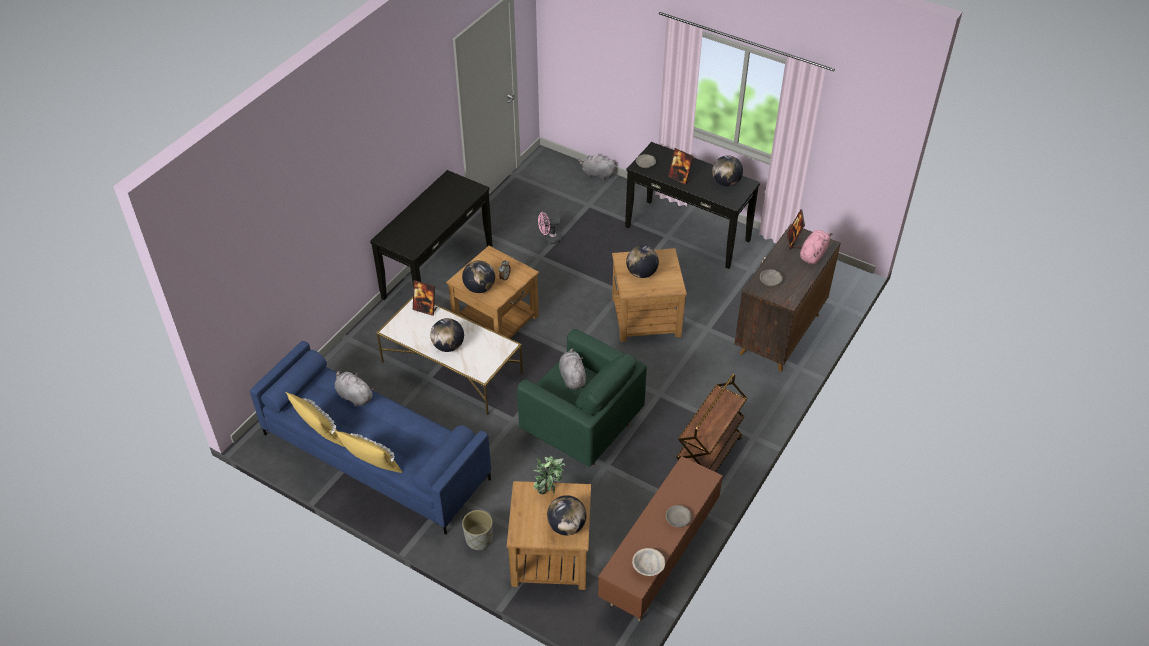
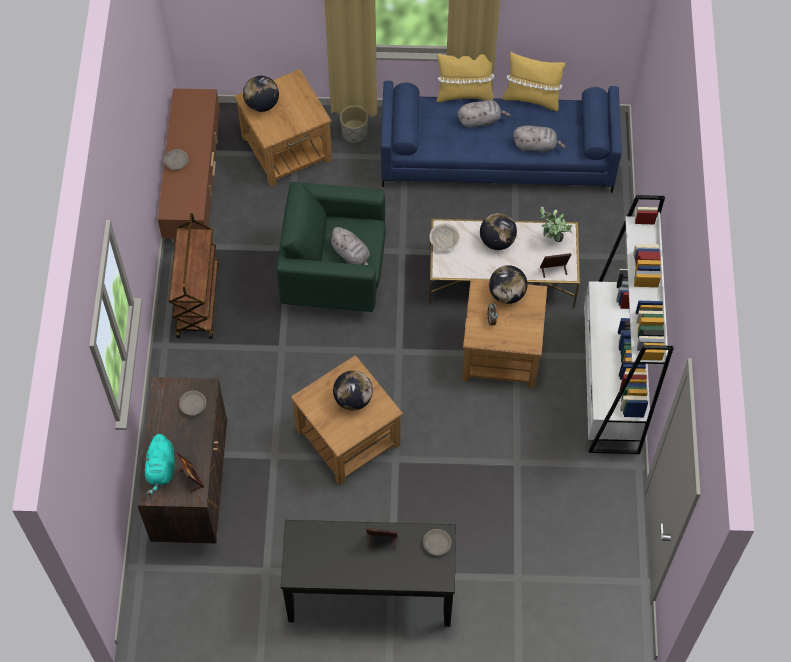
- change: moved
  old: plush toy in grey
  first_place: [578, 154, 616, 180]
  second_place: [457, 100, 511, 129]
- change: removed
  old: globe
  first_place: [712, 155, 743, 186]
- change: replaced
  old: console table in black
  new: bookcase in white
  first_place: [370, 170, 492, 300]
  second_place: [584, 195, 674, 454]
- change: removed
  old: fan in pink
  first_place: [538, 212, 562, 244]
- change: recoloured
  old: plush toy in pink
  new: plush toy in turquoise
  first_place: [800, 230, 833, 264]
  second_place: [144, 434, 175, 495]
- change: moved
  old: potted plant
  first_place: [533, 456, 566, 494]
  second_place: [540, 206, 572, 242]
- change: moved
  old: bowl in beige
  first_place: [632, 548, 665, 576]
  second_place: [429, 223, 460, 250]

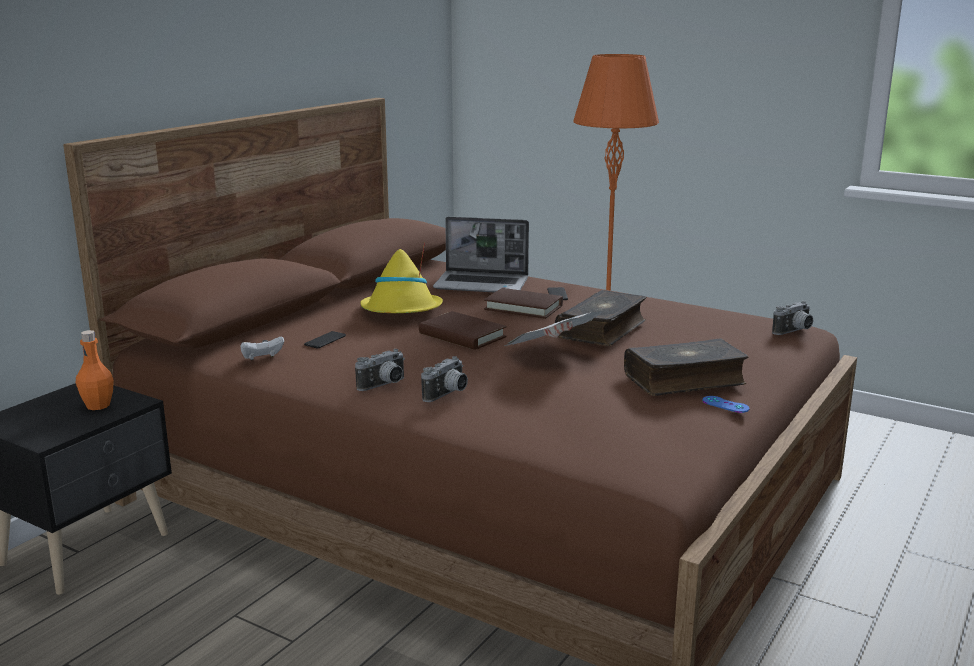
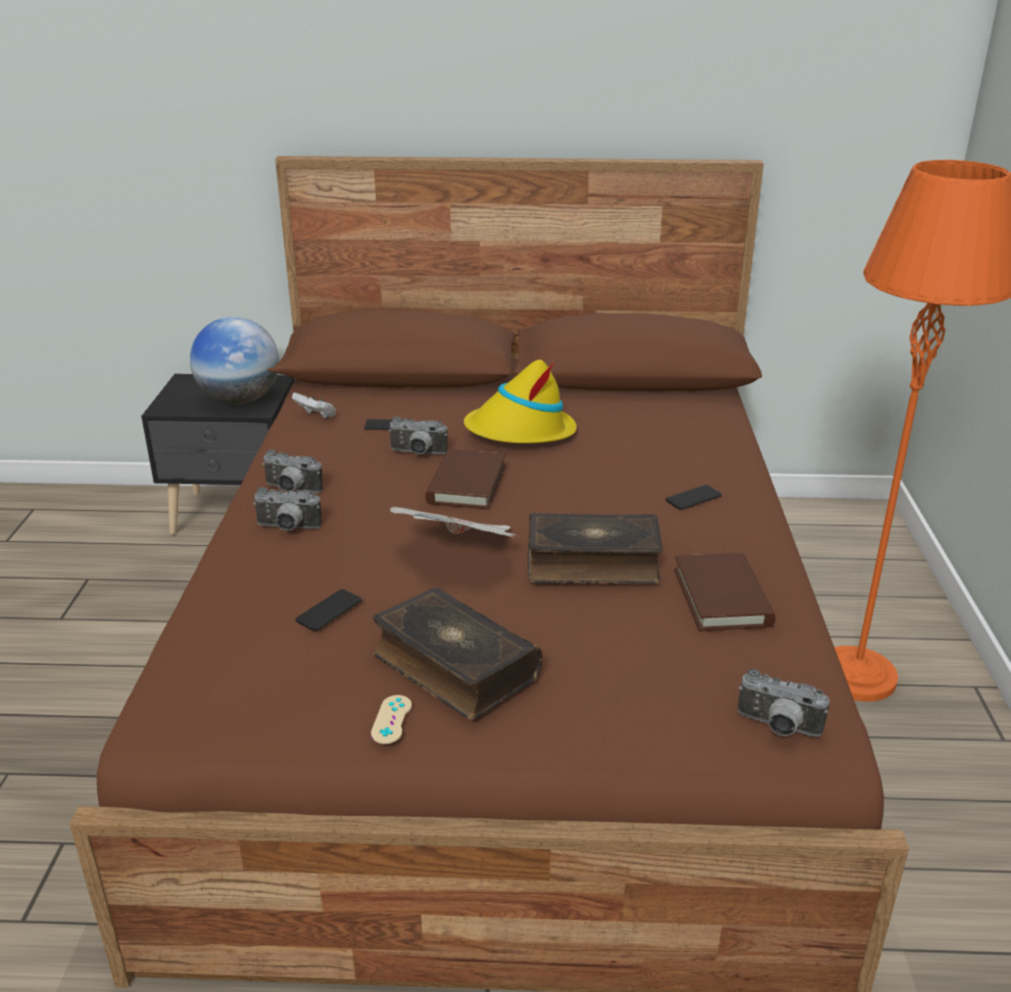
- change: removed
  old: laptop
  first_place: [433, 217, 529, 293]
- change: moved
  old: book in brown
  first_place: [484, 288, 563, 319]
  second_place: [674, 553, 776, 631]
- change: replaced
  old: bottle in orange
  new: globe
  first_place: [76, 330, 114, 410]
  second_place: [190, 317, 279, 404]
- change: recoloured
  old: game controller in blue
  new: game controller in beige
  first_place: [702, 396, 750, 413]
  second_place: [371, 695, 412, 744]
- change: added
  new: photo camera
  second_place: [389, 417, 448, 454]
- change: added
  new: phone
  second_place: [296, 589, 362, 631]

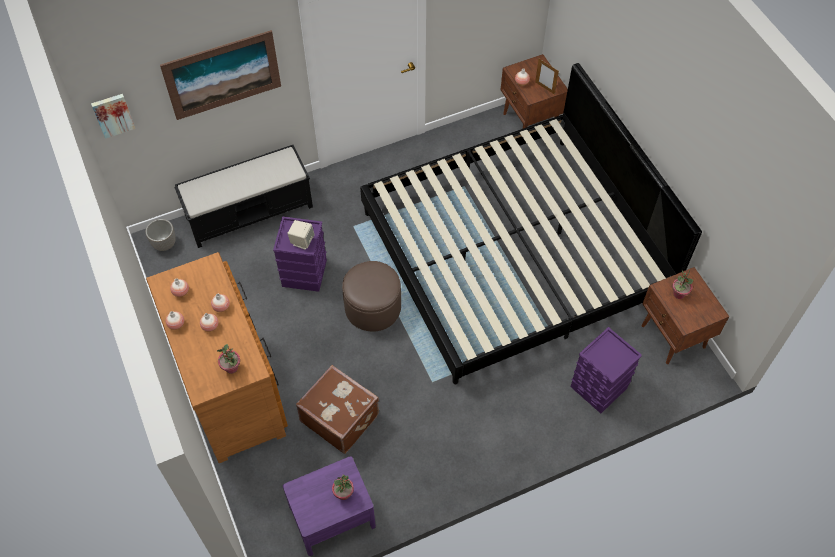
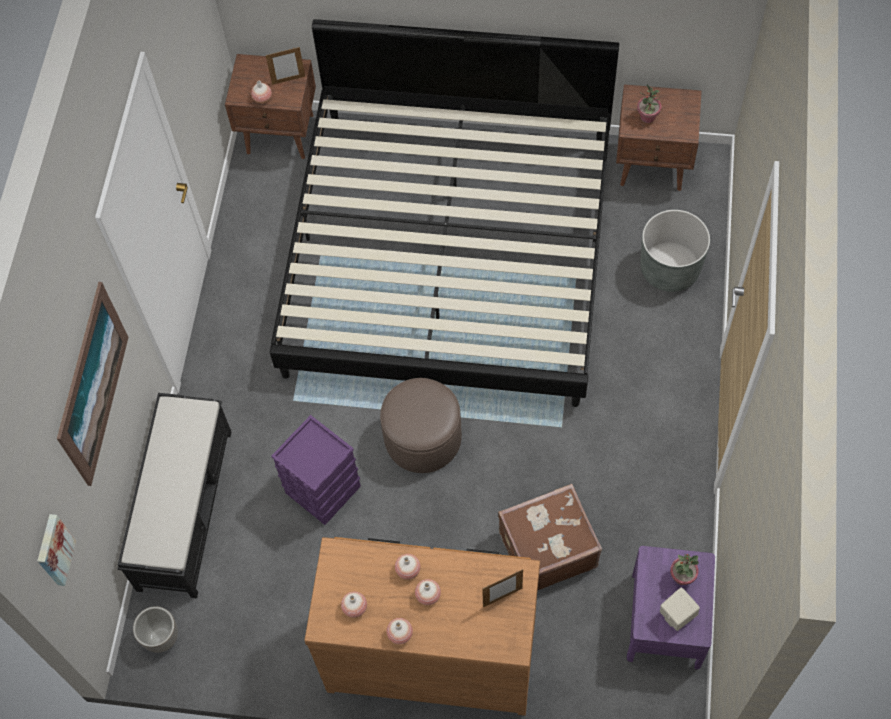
- change: moved
  old: speaker in beige
  first_place: [288, 220, 315, 250]
  second_place: [660, 587, 700, 631]
- change: replaced
  old: storage box in purple
  new: planter in grey
  first_place: [571, 327, 642, 413]
  second_place: [640, 210, 710, 292]
- change: replaced
  old: potted plant
  new: picture frame
  first_place: [217, 344, 240, 374]
  second_place: [482, 569, 523, 607]

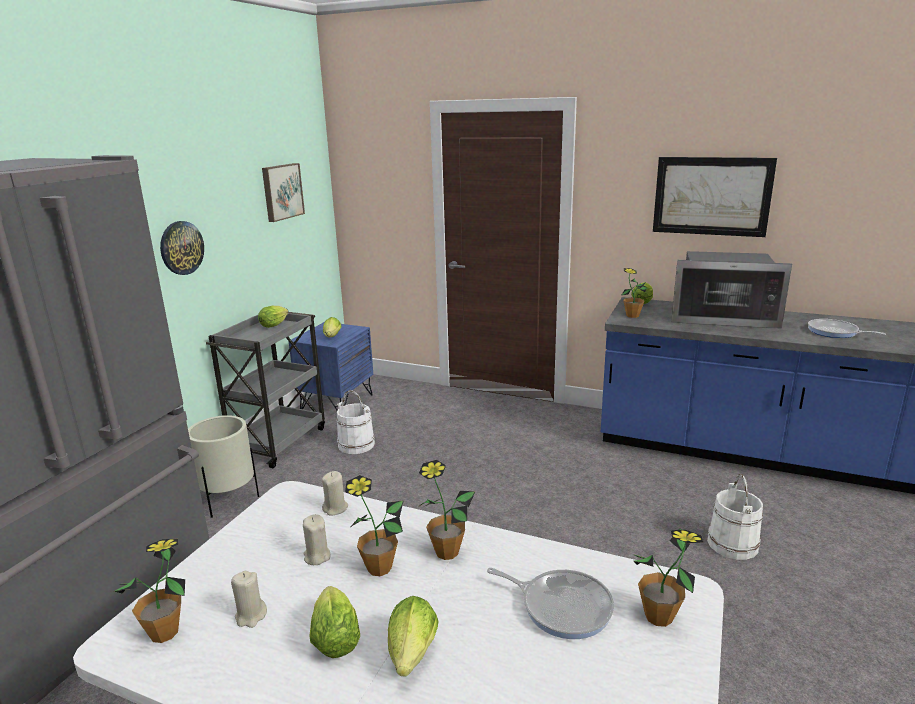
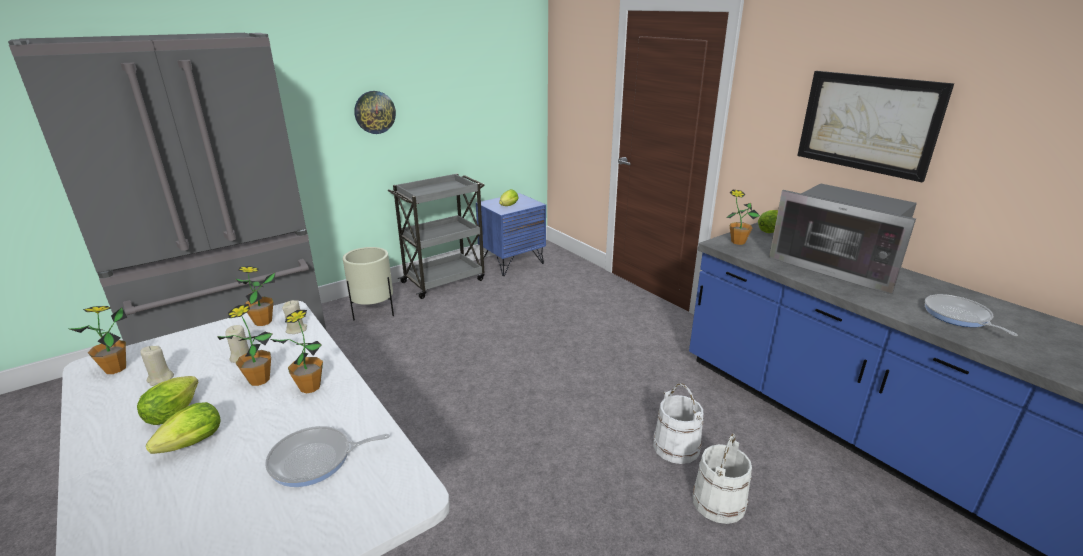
- change: removed
  old: picture
  first_place: [262, 163, 305, 222]
- change: removed
  old: lettuce
  first_place: [258, 306, 288, 328]
- change: moved
  old: bucket in white
  first_place: [337, 390, 375, 454]
  second_place: [653, 383, 703, 464]
- change: moved
  old: potted plant
  first_place: [633, 529, 703, 627]
  second_place: [235, 266, 275, 326]
- change: turned
  old: frying pan
  first_place: [487, 568, 614, 639]
  second_place: [265, 426, 389, 487]
  degrees: 105

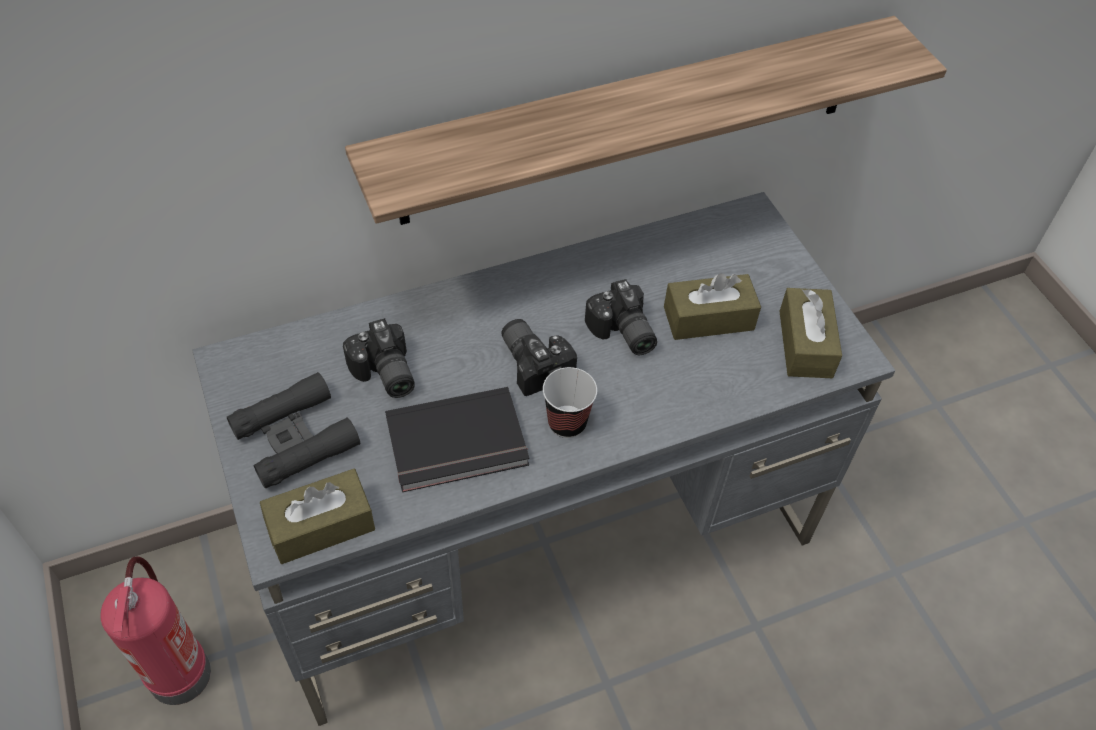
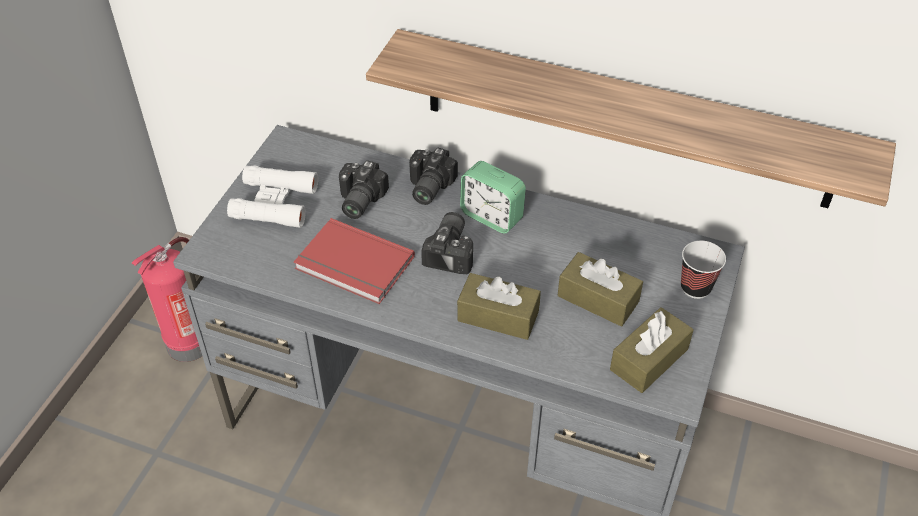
- change: moved
  old: photo camera
  first_place: [585, 279, 657, 355]
  second_place: [409, 147, 458, 205]
- change: moved
  old: cup
  first_place: [543, 367, 597, 438]
  second_place: [681, 241, 726, 299]
- change: recoloured
  old: binoculars in black
  new: binoculars in white
  first_place: [227, 372, 360, 489]
  second_place: [227, 166, 318, 228]
- change: recoloured
  old: book in black
  new: book in red
  first_place: [385, 387, 530, 492]
  second_place: [294, 218, 415, 304]
- change: moved
  old: tissue box in brown
  first_place: [260, 469, 375, 564]
  second_place: [457, 273, 541, 340]
- change: added
  new: alarm clock
  second_place: [460, 161, 526, 234]

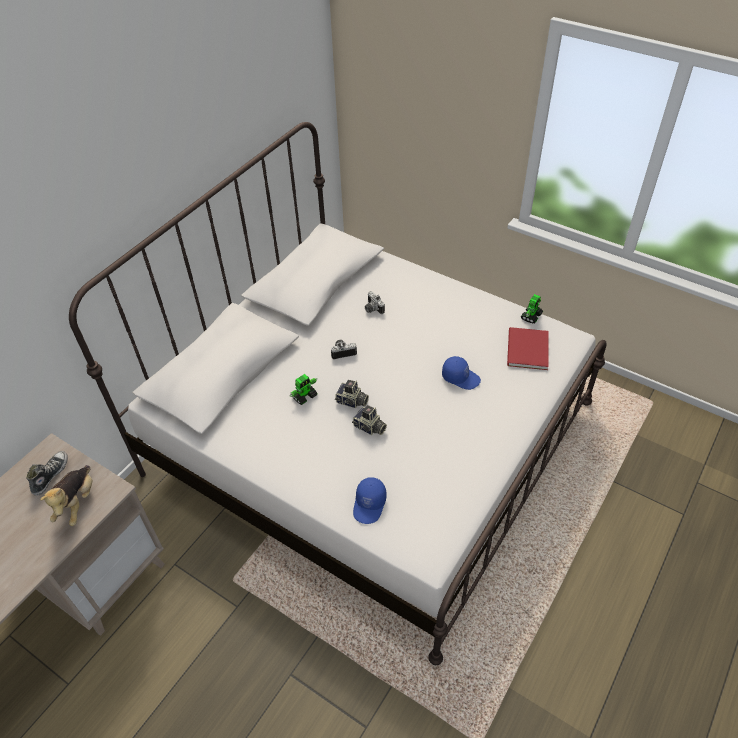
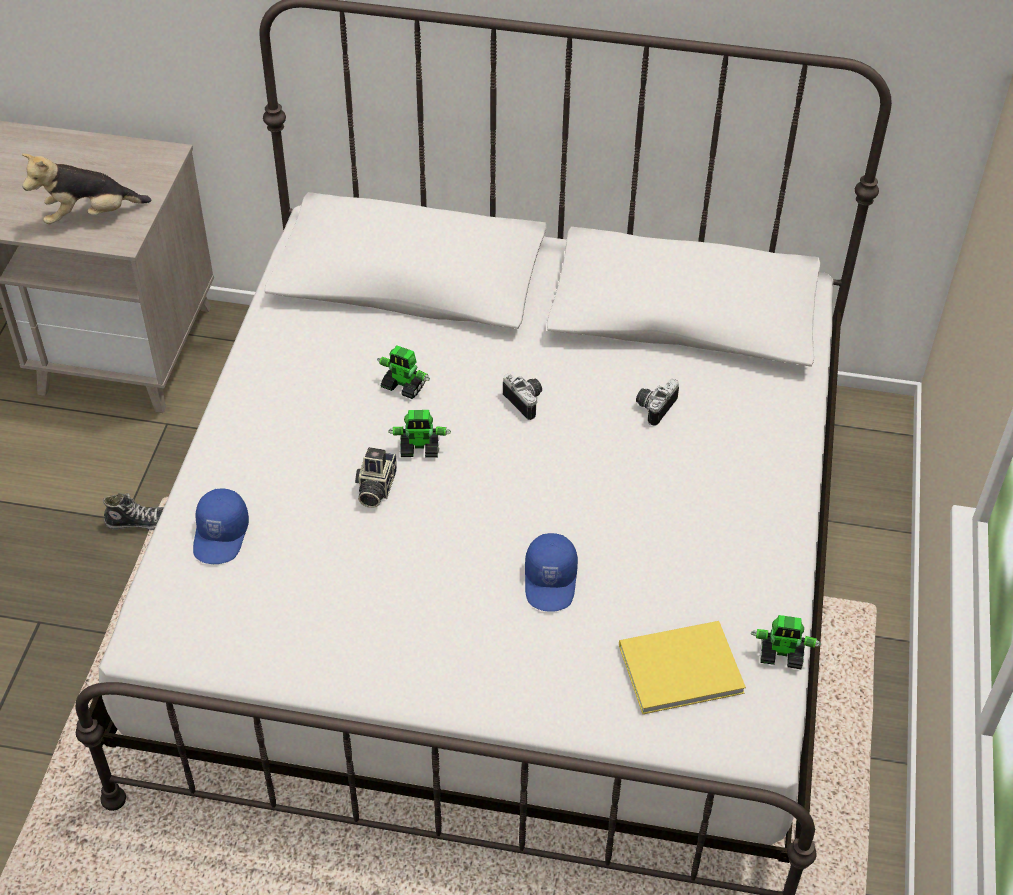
- change: recoloured
  old: book in red
  new: book in yellow
  first_place: [507, 327, 548, 370]
  second_place: [619, 621, 746, 714]
- change: replaced
  old: photo camera
  new: toy robot
  first_place: [335, 380, 369, 408]
  second_place: [388, 410, 451, 458]
- change: moved
  old: shoe
  first_place: [26, 451, 68, 496]
  second_place: [103, 493, 164, 530]
- change: turned
  old: cap in blue
  first_place: [353, 477, 387, 524]
  second_place: [193, 488, 249, 564]
  degrees: -75

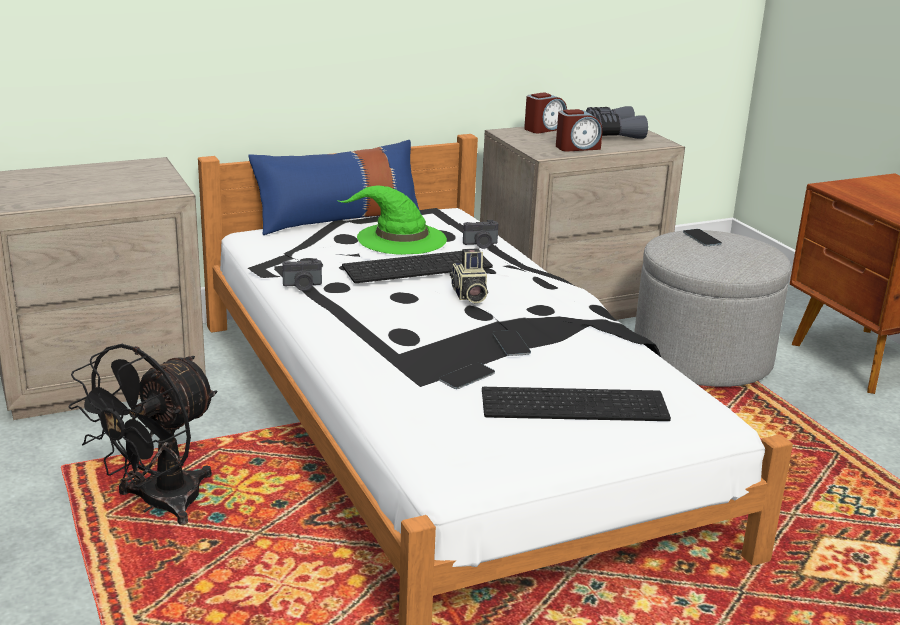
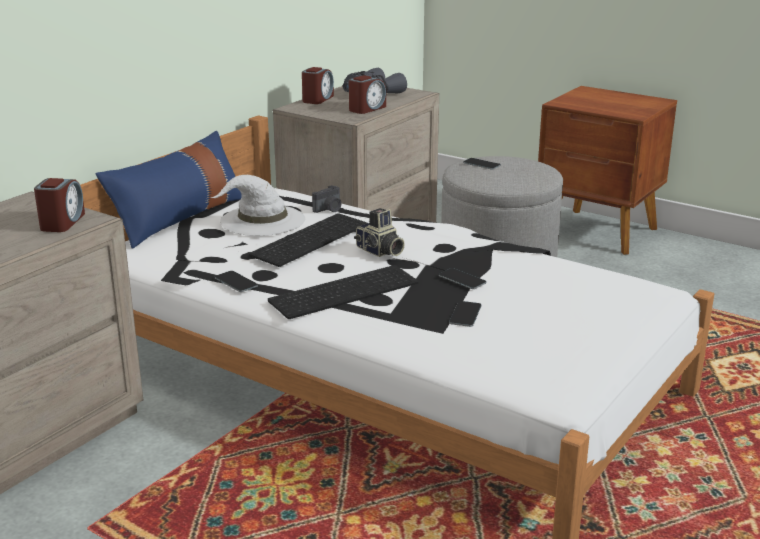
- change: recoloured
  old: hat in green
  new: hat in white
  first_place: [337, 185, 447, 255]
  second_place: [210, 175, 305, 236]
- change: replaced
  old: photo camera
  new: phone
  first_place: [282, 258, 322, 291]
  second_place: [215, 271, 258, 292]
- change: removed
  old: fan in black
  first_place: [68, 344, 217, 525]
- change: moved
  old: keyboard
  first_place: [482, 387, 671, 421]
  second_place: [268, 265, 419, 319]
- change: added
  new: alarm clock
  second_place: [34, 178, 85, 232]

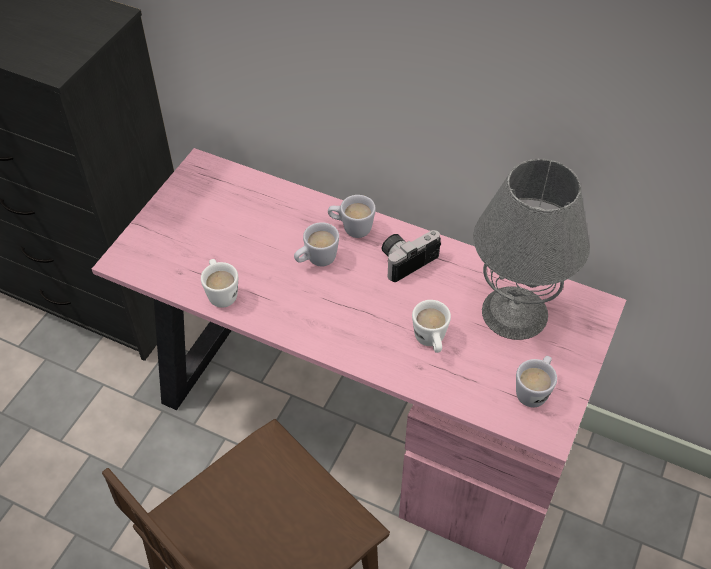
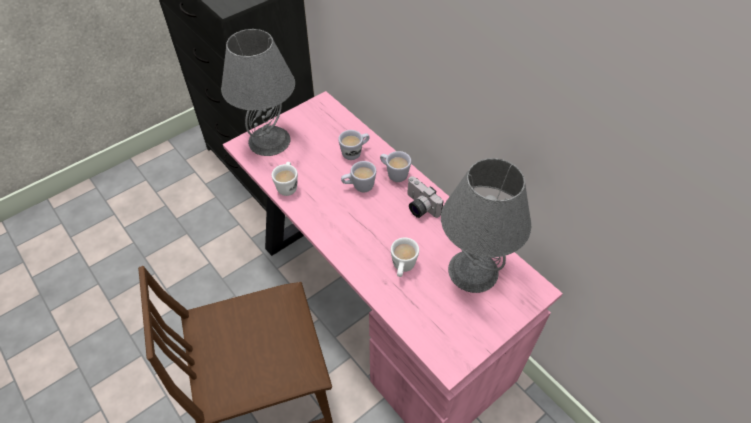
- change: turned
  old: photo camera
  first_place: [382, 230, 441, 282]
  second_place: [407, 176, 443, 218]
  degrees: -120
- change: moved
  old: mug in white
  first_place: [516, 356, 557, 407]
  second_place: [338, 130, 370, 160]
- change: added
  new: table lamp in grey
  second_place: [221, 29, 295, 156]

